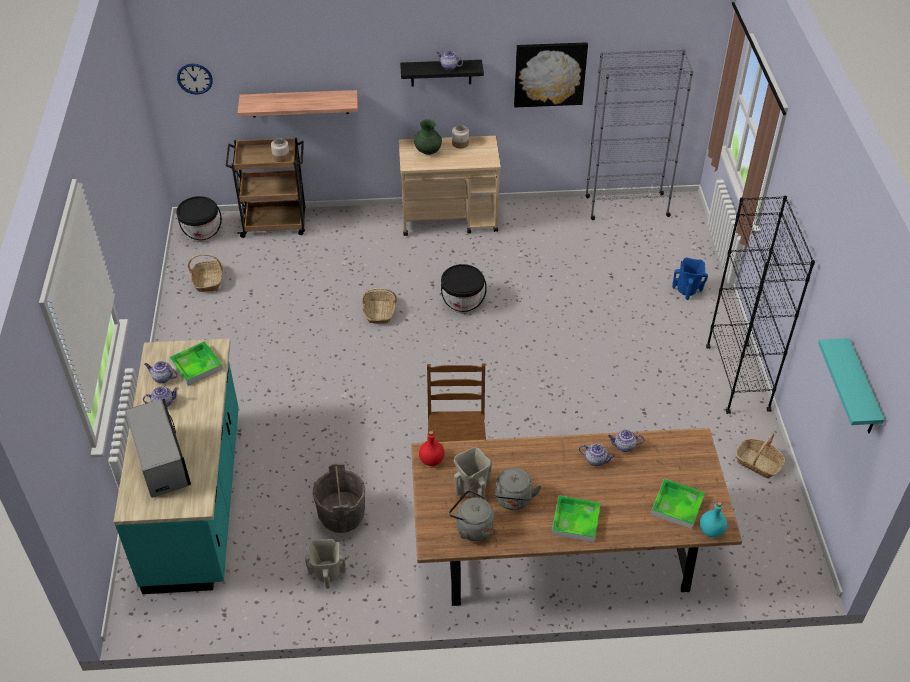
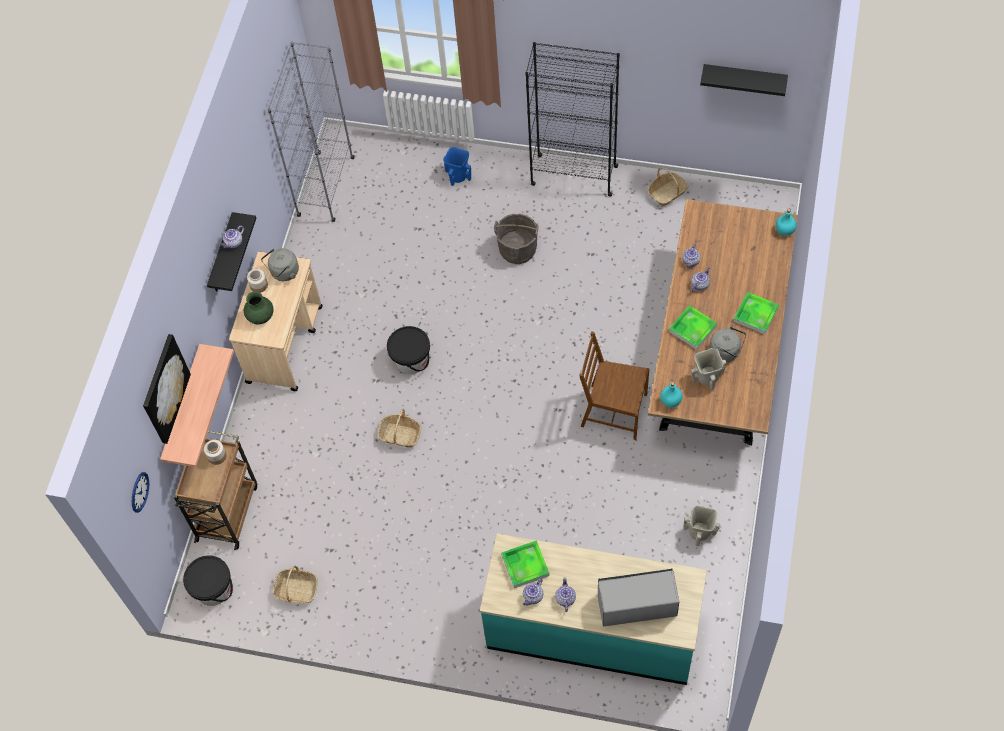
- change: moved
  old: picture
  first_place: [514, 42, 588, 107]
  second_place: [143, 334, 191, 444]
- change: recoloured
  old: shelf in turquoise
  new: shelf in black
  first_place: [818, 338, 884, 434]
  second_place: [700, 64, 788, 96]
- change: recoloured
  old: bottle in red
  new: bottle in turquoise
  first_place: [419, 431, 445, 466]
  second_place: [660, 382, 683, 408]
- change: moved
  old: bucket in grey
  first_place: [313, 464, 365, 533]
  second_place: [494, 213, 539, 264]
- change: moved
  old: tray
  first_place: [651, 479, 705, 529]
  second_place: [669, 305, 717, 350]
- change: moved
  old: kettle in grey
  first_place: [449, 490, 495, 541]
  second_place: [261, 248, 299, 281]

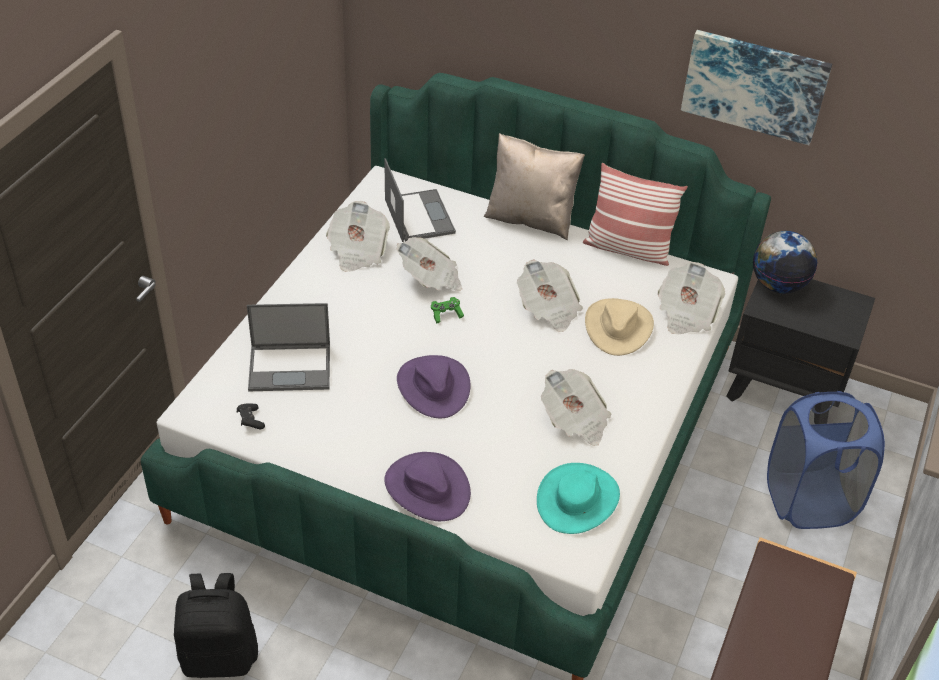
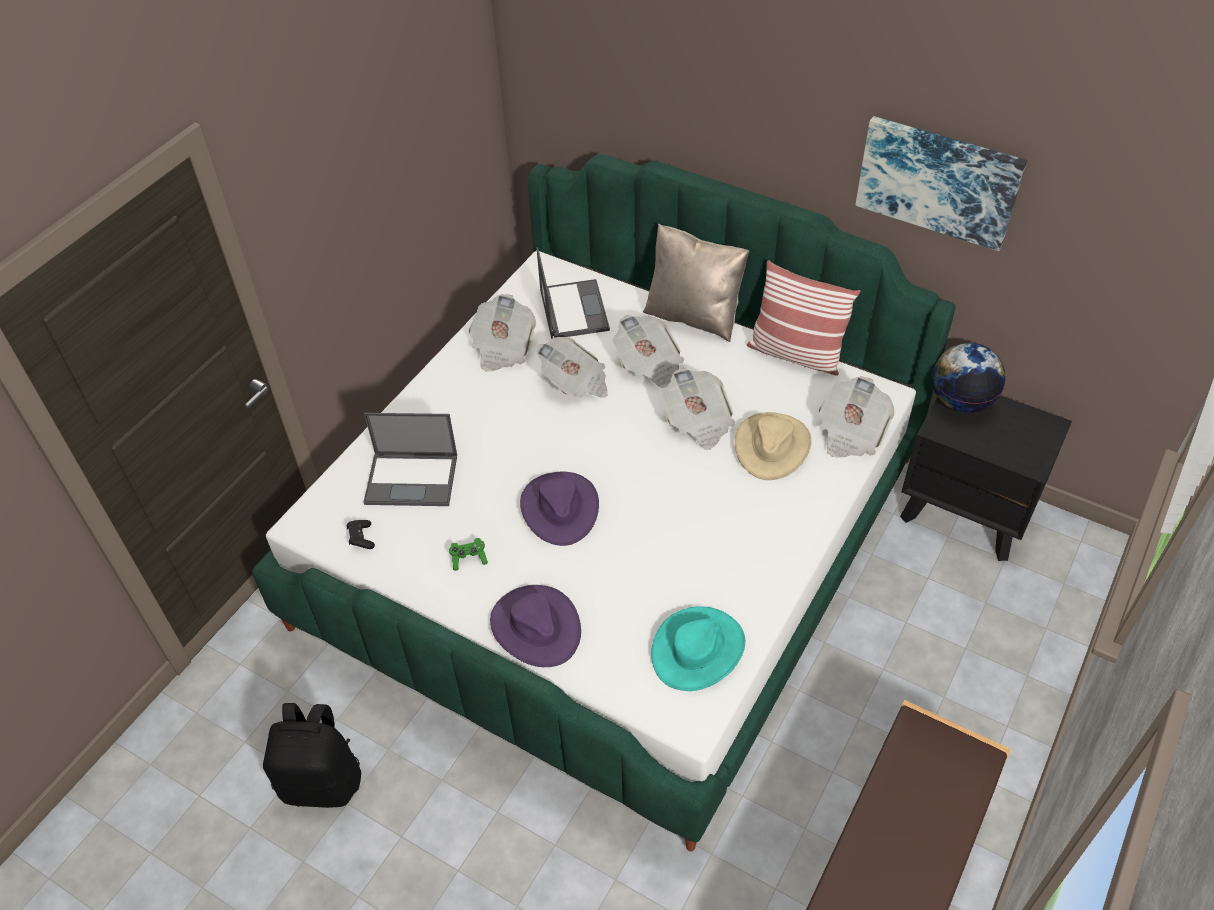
- change: moved
  old: game controller in green
  first_place: [431, 297, 464, 323]
  second_place: [449, 538, 488, 571]
- change: moved
  old: newspaper
  first_place: [541, 369, 611, 446]
  second_place: [613, 315, 684, 388]
- change: removed
  old: laundry basket in blue
  first_place: [767, 391, 885, 529]

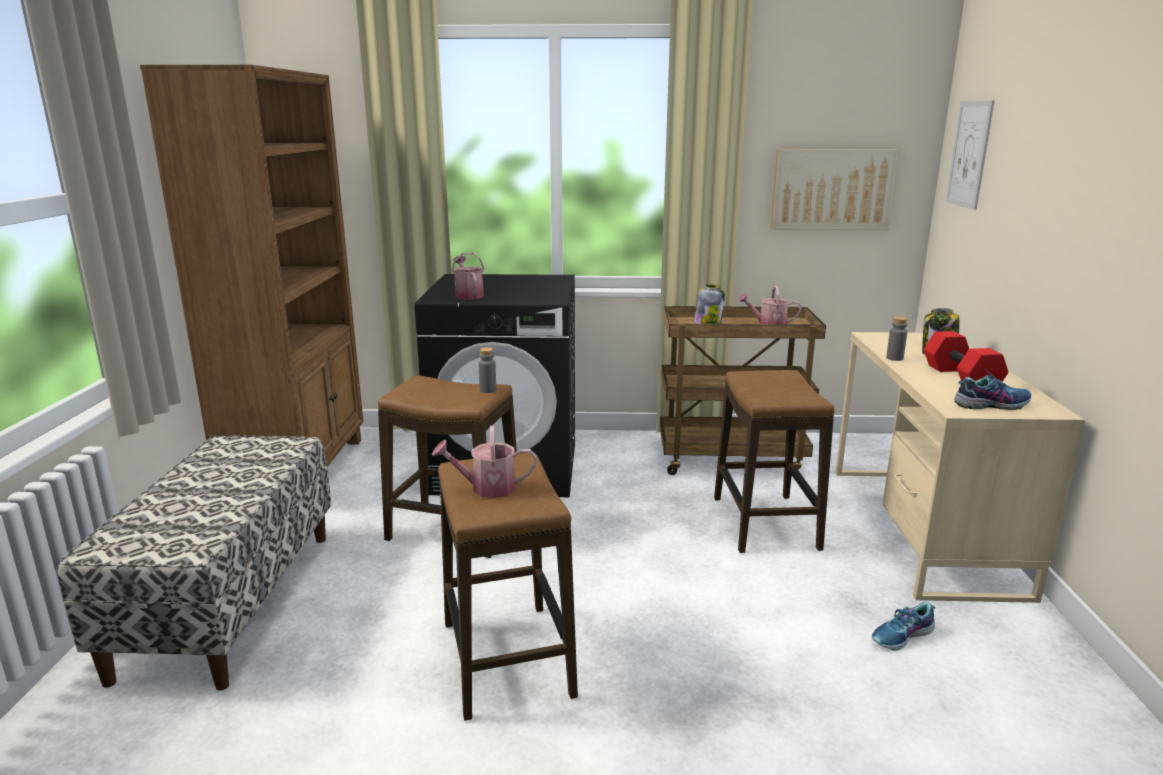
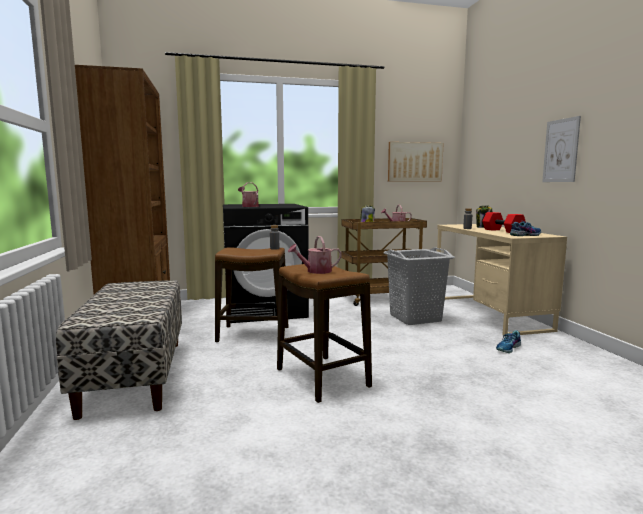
- change: moved
  old: picture
  first_place: [946, 100, 995, 210]
  second_place: [542, 116, 581, 182]
- change: replaced
  old: stool
  new: laundry basket in grey
  first_place: [714, 370, 835, 553]
  second_place: [383, 247, 455, 325]

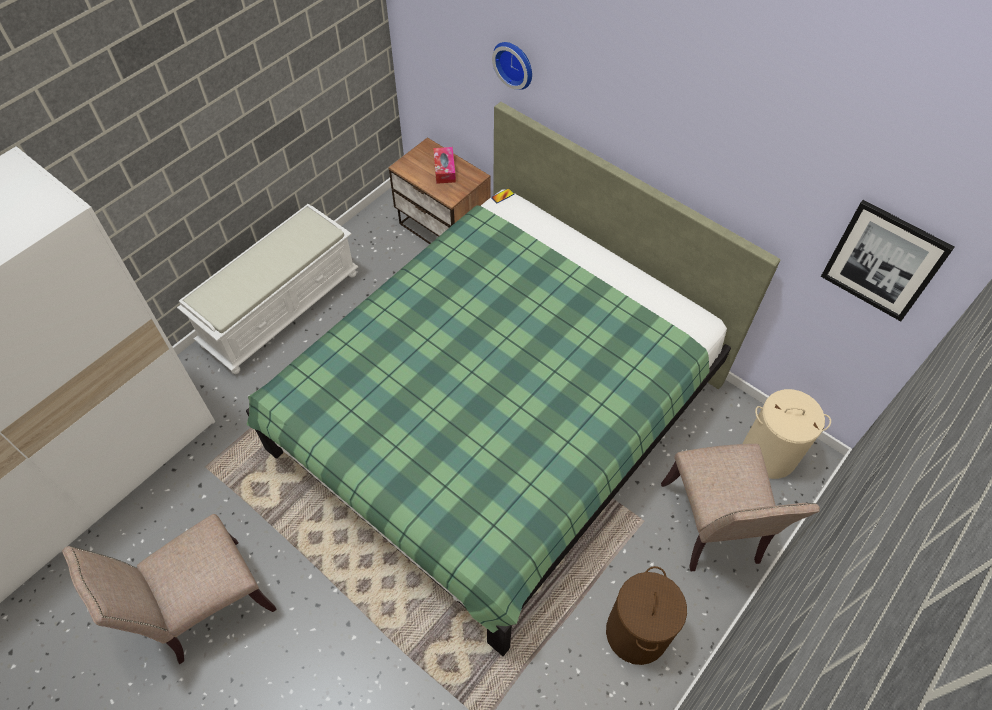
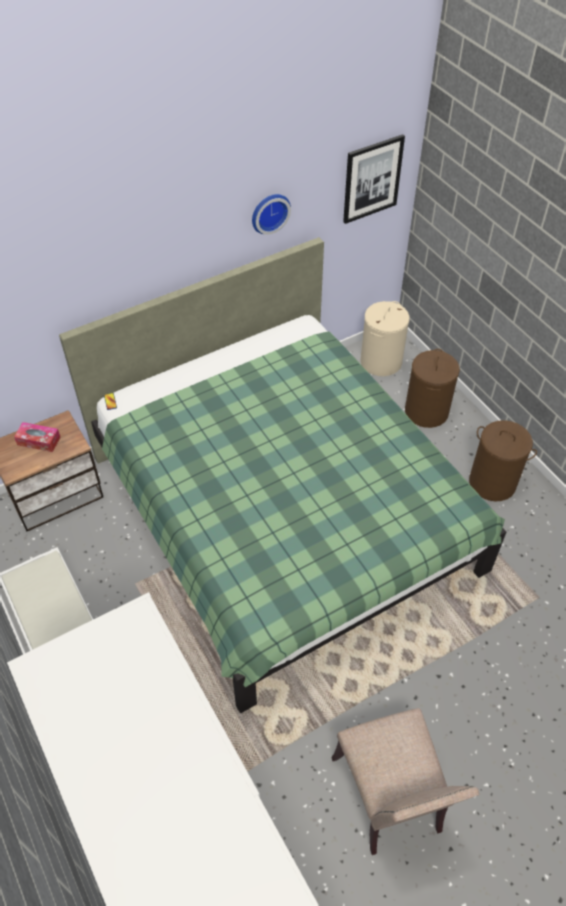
- change: moved
  old: wall clock
  first_place: [492, 42, 532, 90]
  second_place: [252, 194, 291, 235]
- change: replaced
  old: chair in beige
  new: laundry basket in brown
  first_place: [661, 444, 820, 572]
  second_place: [405, 349, 460, 428]

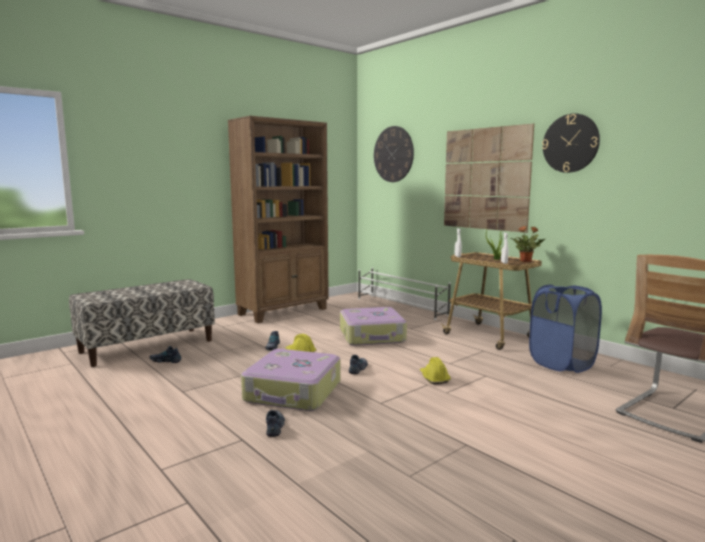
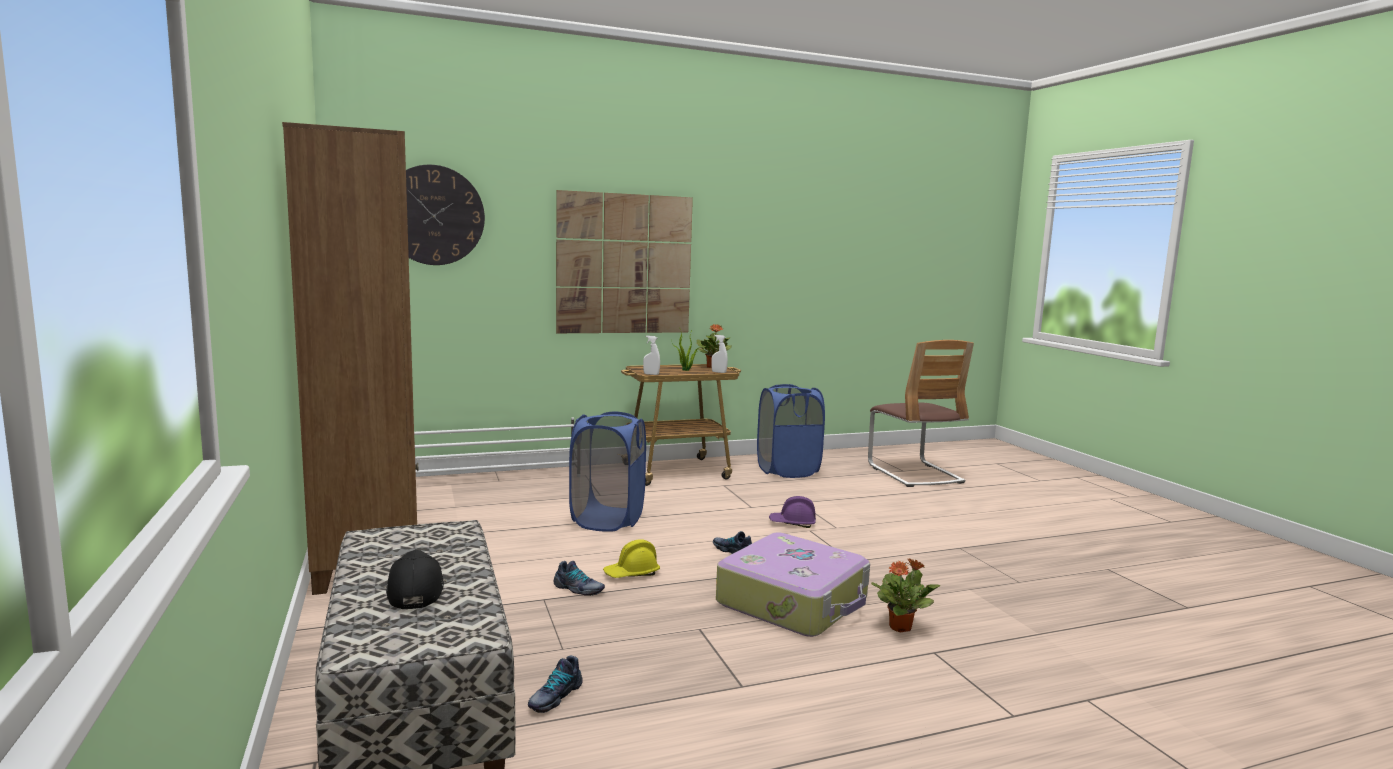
- change: removed
  old: wall clock
  first_place: [542, 113, 600, 173]
- change: replaced
  old: suitcase
  new: laundry basket in blue
  first_place: [340, 307, 407, 346]
  second_place: [569, 412, 646, 532]
- change: recoloured
  old: hard hat in yellow
  new: hard hat in purple
  first_place: [420, 357, 451, 384]
  second_place: [769, 496, 816, 528]
- change: replaced
  old: shoe
  new: potted plant
  first_place: [266, 410, 285, 437]
  second_place: [871, 558, 940, 632]
- change: added
  new: cap in black
  second_place: [386, 550, 444, 609]

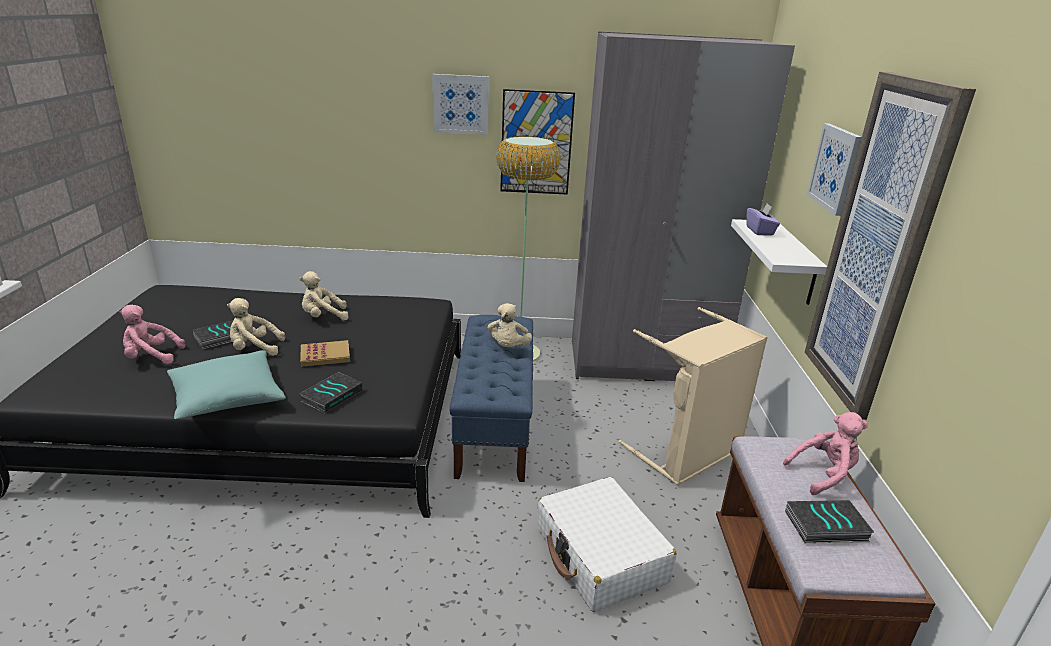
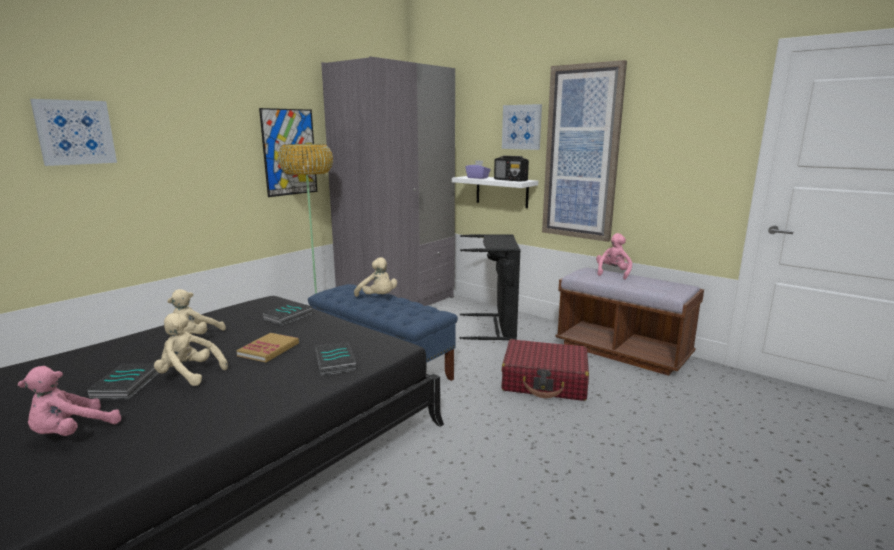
- change: moved
  old: picture
  first_place: [432, 74, 489, 135]
  second_place: [30, 99, 117, 166]
- change: turned
  old: plush toy in beige
  first_place: [227, 298, 285, 356]
  second_place: [154, 313, 228, 386]
  degrees: 75
- change: recoloured
  old: laundry basket in beige
  new: laundry basket in black
  first_place: [618, 307, 767, 486]
  second_place: [460, 234, 521, 340]
- change: removed
  old: pillow in turquoise
  first_place: [167, 350, 286, 419]
- change: recoloured
  old: suitcase in white
  new: suitcase in red
  first_place: [537, 477, 677, 612]
  second_place: [502, 339, 589, 401]
- change: moved
  old: book
  first_place: [785, 500, 875, 544]
  second_place: [263, 302, 313, 326]
- change: added
  new: radio
  second_place: [494, 156, 529, 182]

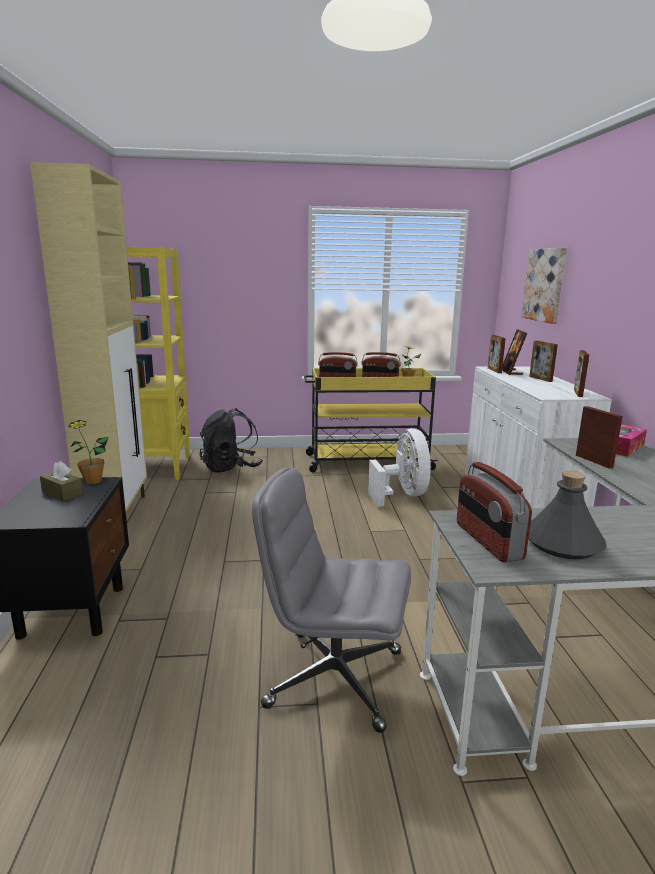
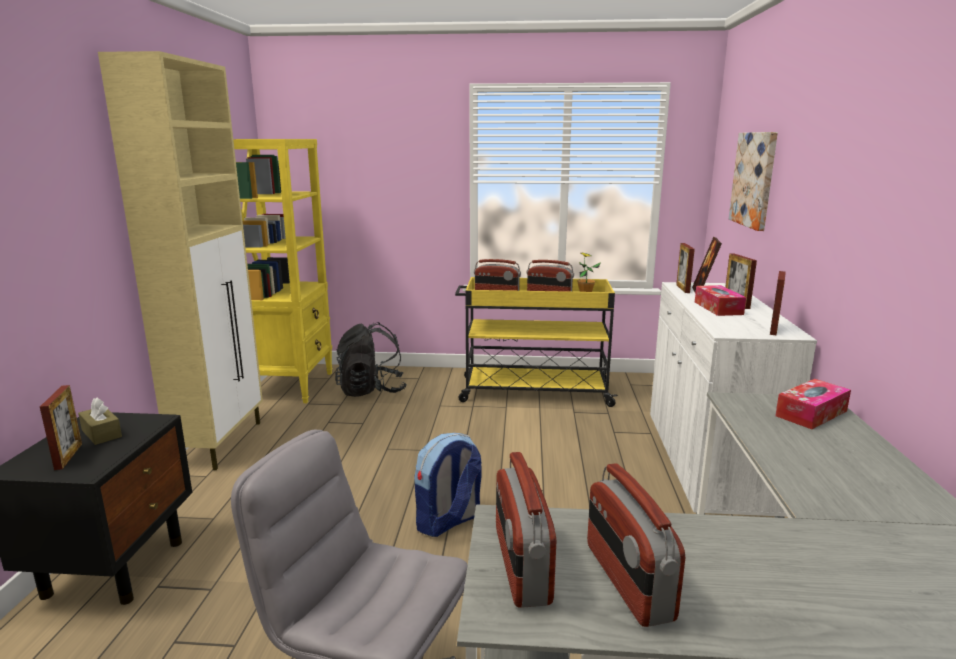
- change: moved
  old: picture frame
  first_place: [576, 406, 623, 469]
  second_place: [40, 385, 82, 470]
- change: removed
  old: potted plant
  first_place: [69, 420, 108, 484]
- change: removed
  old: fan in white
  first_place: [368, 429, 431, 507]
- change: replaced
  old: bottle in grey
  new: radio
  first_place: [529, 471, 607, 559]
  second_place: [587, 463, 686, 627]
- change: added
  new: tissue box
  second_place: [695, 285, 746, 316]
- change: added
  new: backpack
  second_place: [414, 433, 482, 537]

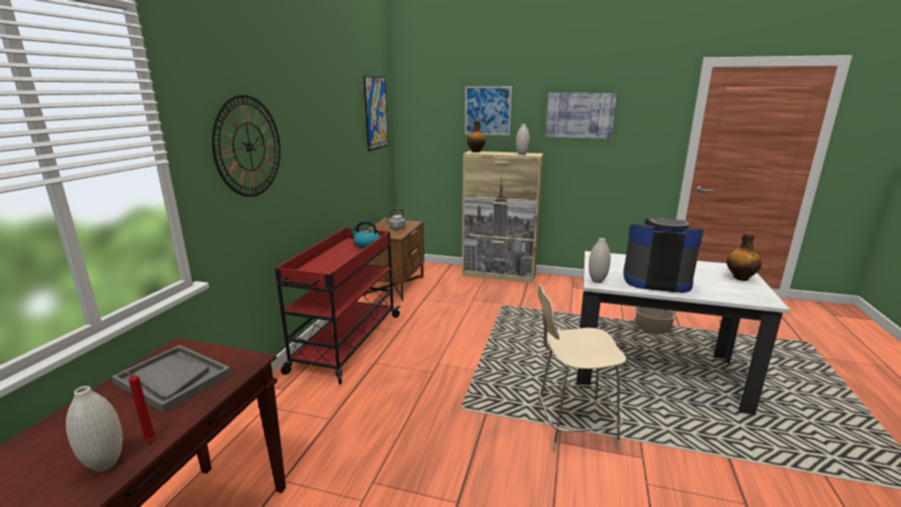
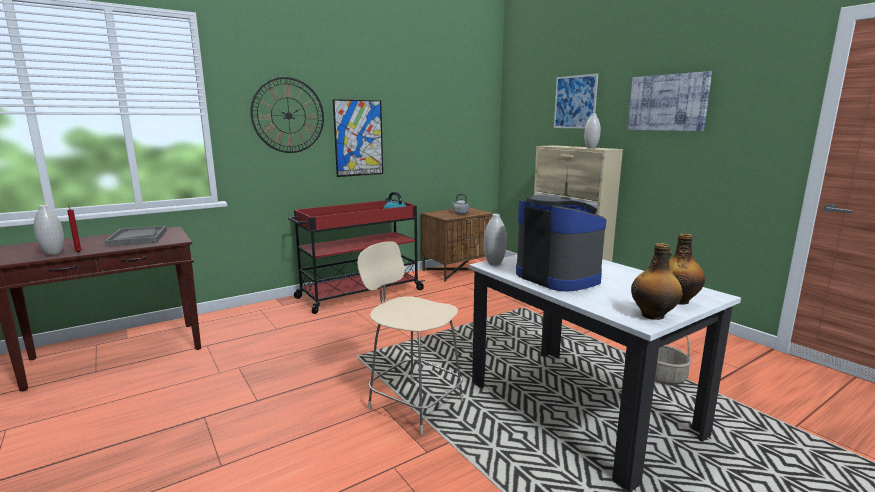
- change: moved
  old: picture
  first_place: [363, 76, 388, 151]
  second_place: [333, 99, 383, 177]
- change: moved
  old: bottle
  first_place: [467, 120, 486, 152]
  second_place: [631, 243, 683, 320]

